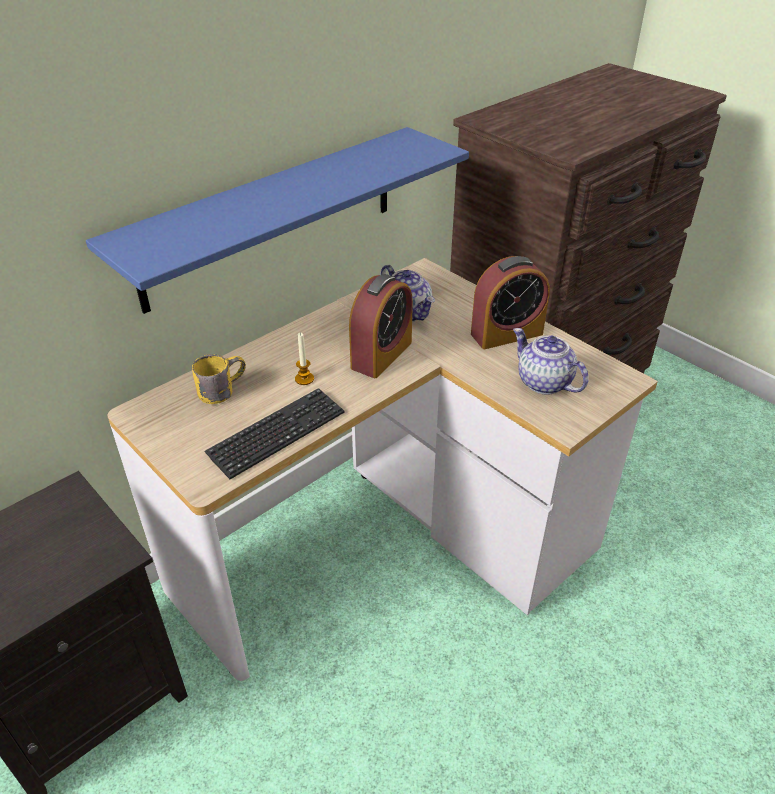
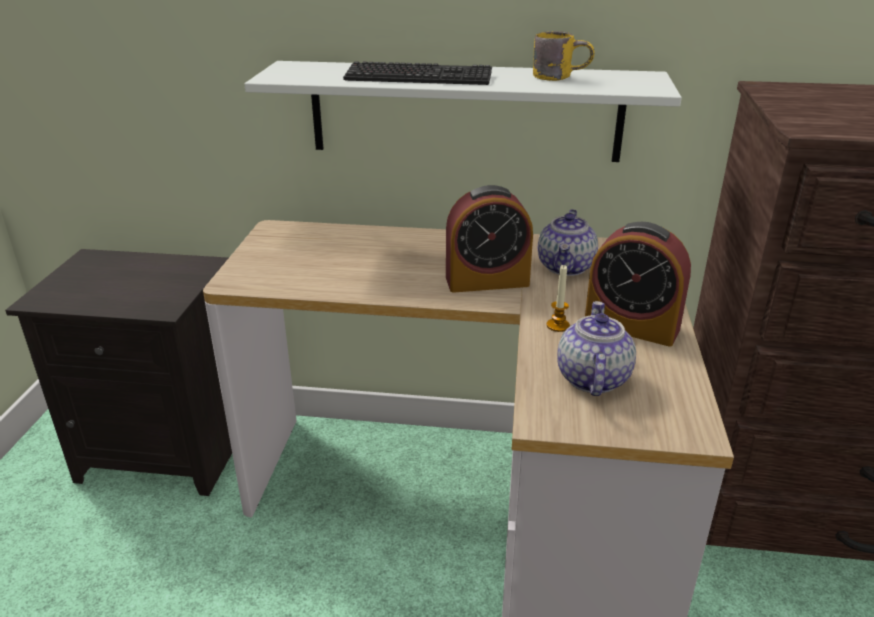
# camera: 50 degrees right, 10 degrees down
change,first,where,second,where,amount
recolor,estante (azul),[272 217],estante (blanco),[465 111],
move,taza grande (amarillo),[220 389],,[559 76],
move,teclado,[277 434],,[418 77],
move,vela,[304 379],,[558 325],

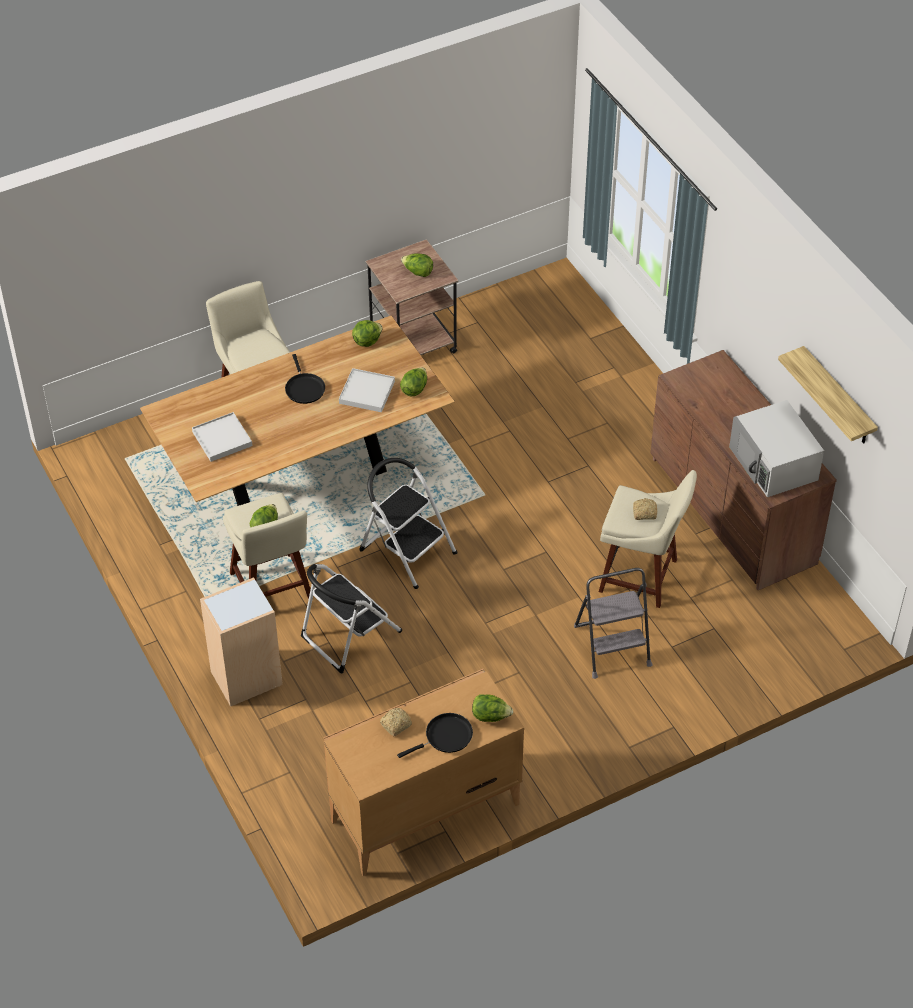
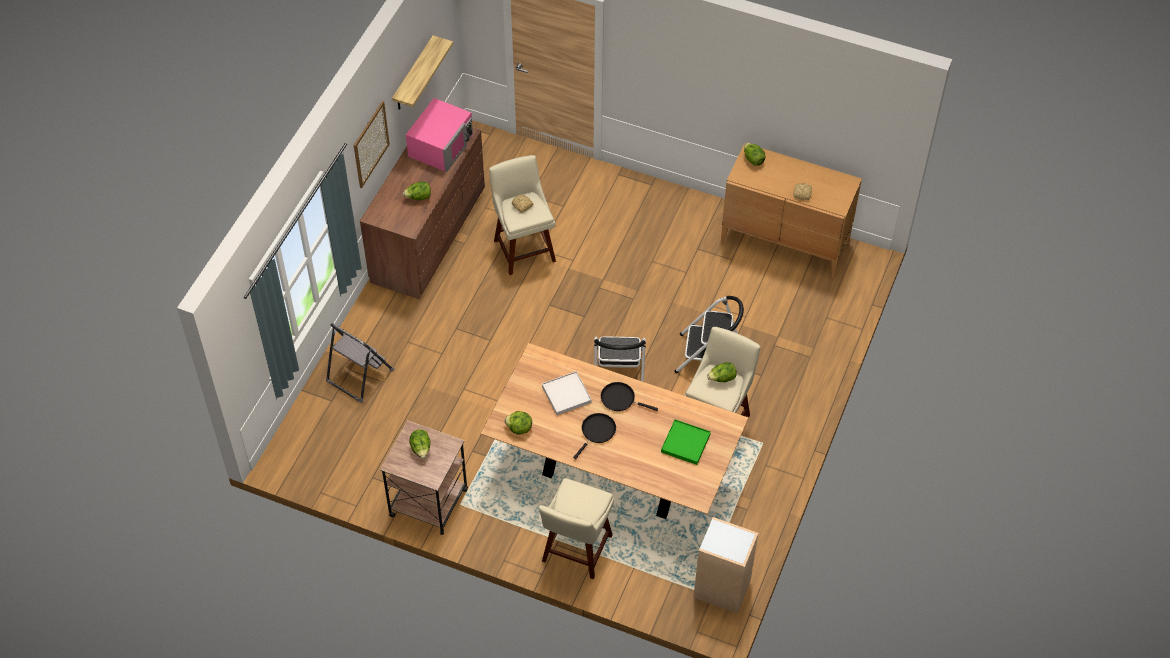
# camera: 130 degrees left, 5 degrees up
change,first,where,second,where,amount
recolor,bandeja (blanco),[222 439],bandeja (verde),[685 443],
move,estantería,[245 678],,[722 589],
move,sartén (negro),[445 737],,[620 399],
move,lechuga,[414 389],,[418 197],
move,escalera de tijera (gris),[611 642],,[358 376],
recolor,microondas (blanco),[774 463],microondas (rosa),[441 145],
insert,,,cuadro,[370 143],

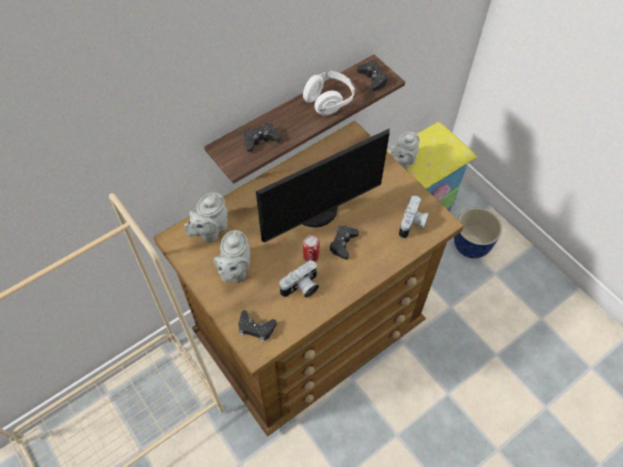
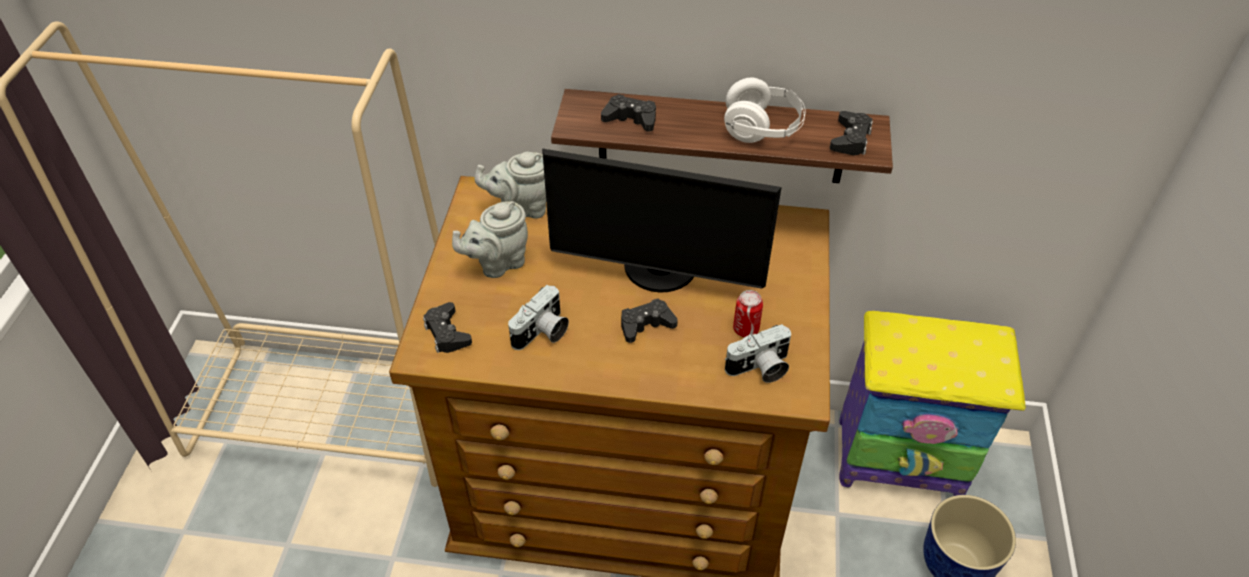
# camera: 45 degrees right, 10 degrees down
change,first,where,second,where,amount
rotate,cámara,[301 288],,[542 333],60 degrees counterclockwise
move,lata,[311 256],,[745 329],
delete,tetera (gris),[401 163],,,

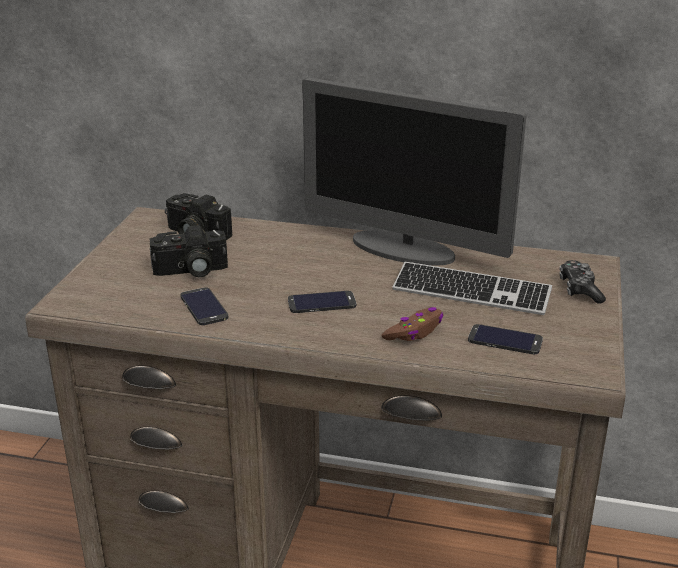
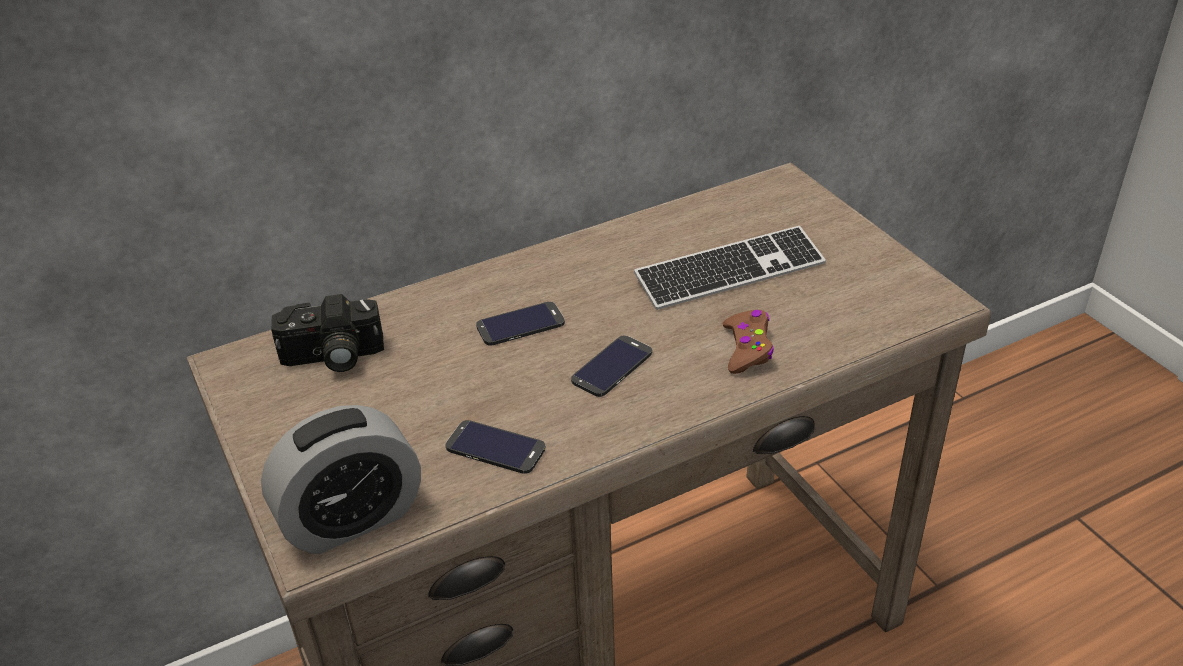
# camera: 40 degrees left, 10 degrees up
change,first,where,second,where,amount
delete,cámara,[190 271],,,
delete,monitor,[403 249],,,
move,móvil,[505 340],,[520 324],
delete,mando de consola,[579 290],,,
insert,,,despertador,[351 519],

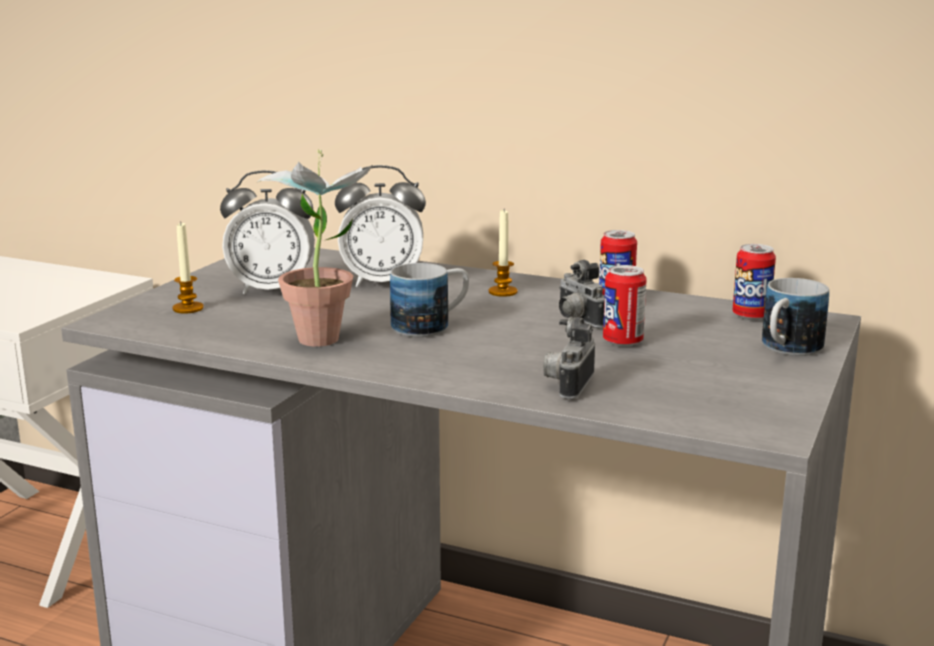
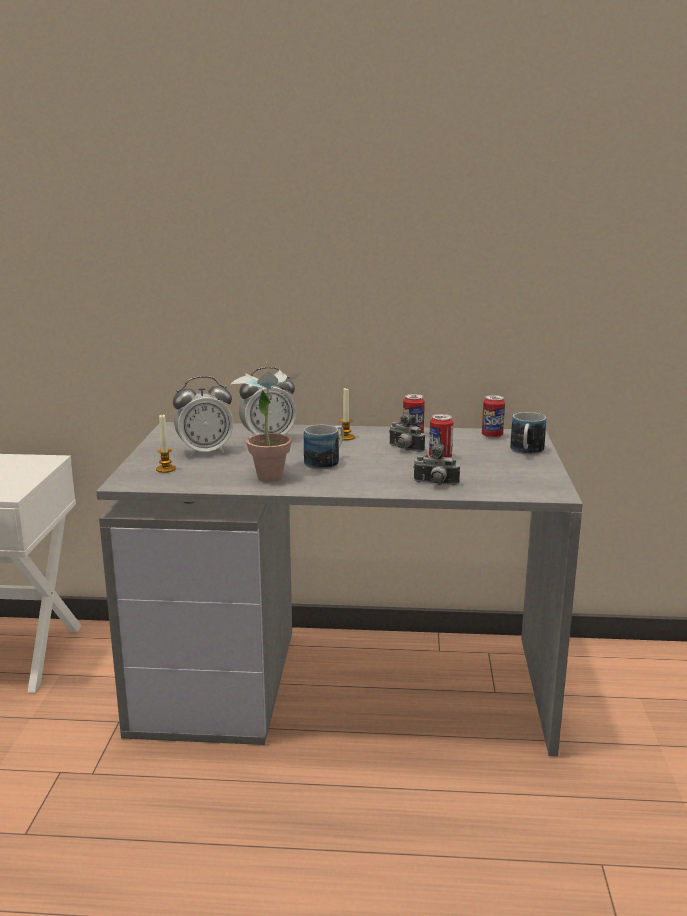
# camera: 20 degrees left, 0 degrees up
change,first,where,second,where,amount
rotate,cámara,[568 385],,[435 484],75 degrees counterclockwise

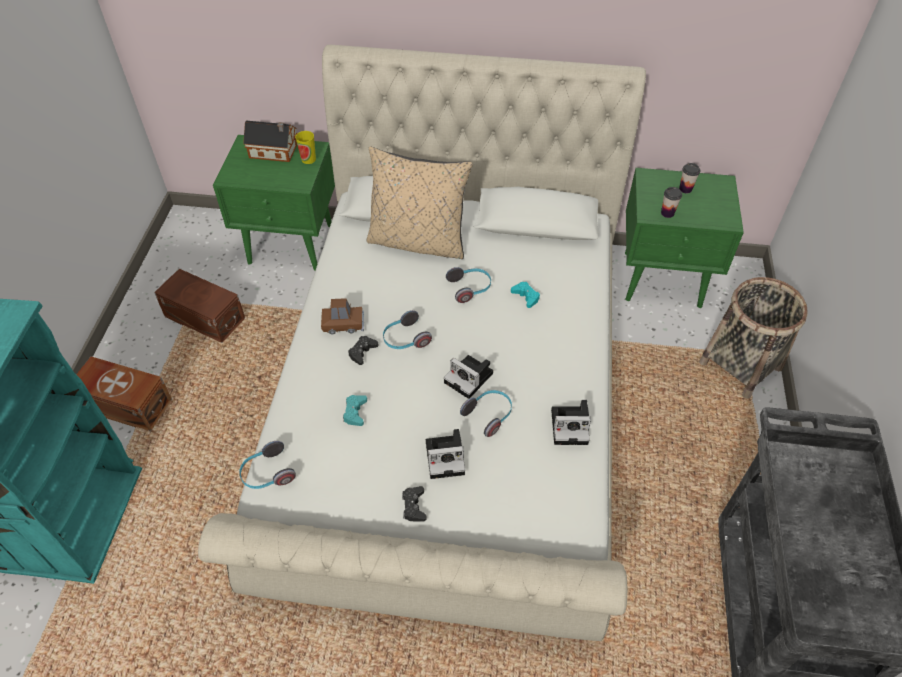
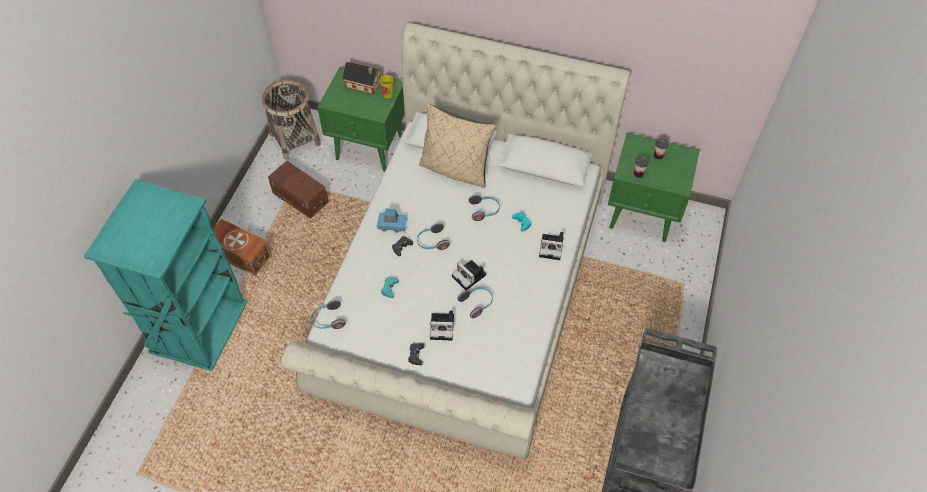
# camera: 10 degrees right, 5 degrees up
change,first,where,second,where,amount
recolor,coche de juguete (marrón),[343 324],coche de juguete (azul),[392 225],
move,cámara,[571 426],,[552 247],
move,cesta,[740 365],,[295 139],

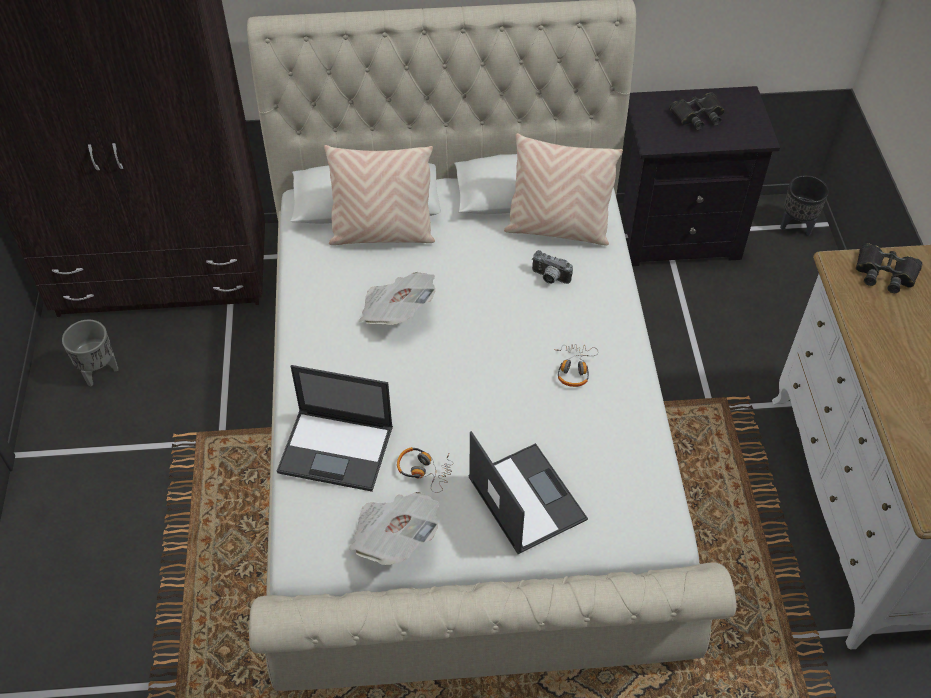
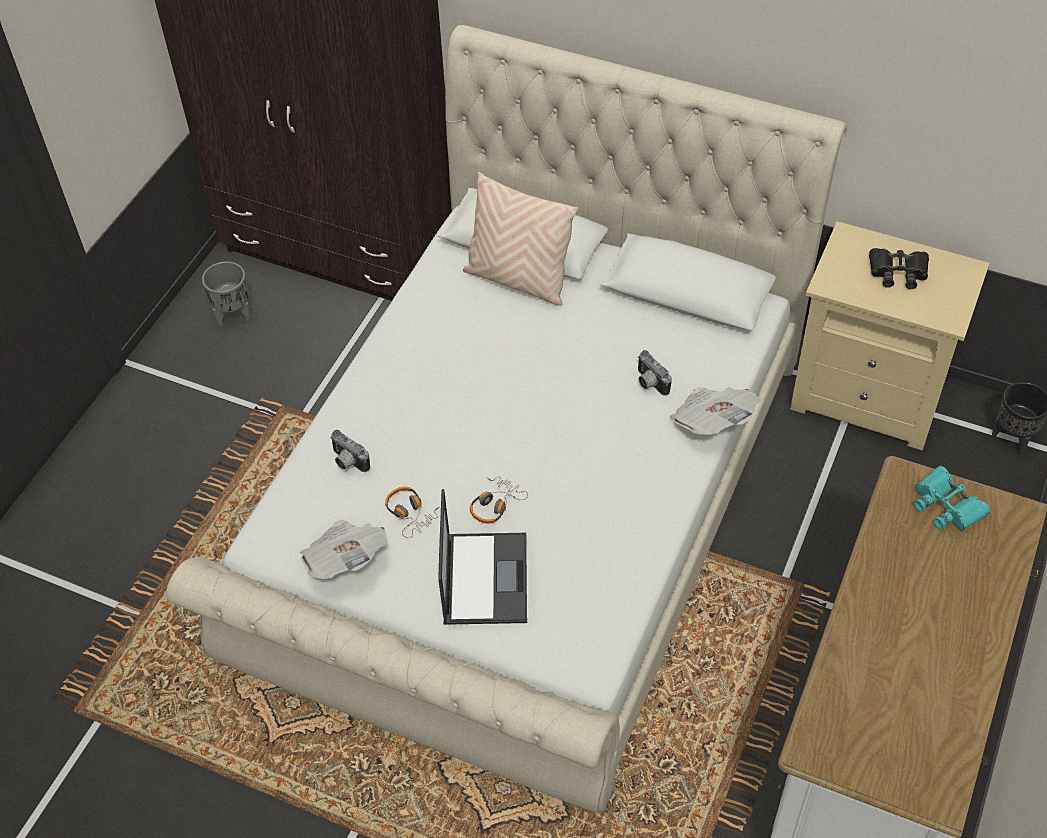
# camera: 30 degrees right, 0 degrees up
change,first,where,second,where,amount
replace,portátil,[337 449],cámara,[347 462],
move,periódico,[397 312],,[712 422],
delete,cojín (beis),[557 229],,,
move,auriculares,[574 368],,[495 504],
recolor,mesita de noche (negro),[677 234],mesita de noche (beis),[869 397],
recolor,prismáticos (negro),[885 273],prismáticos (turquesa),[946 505],

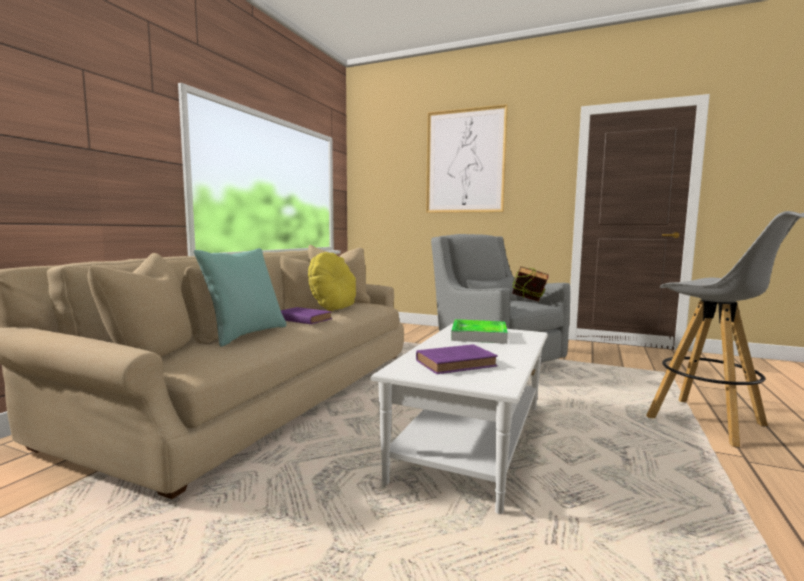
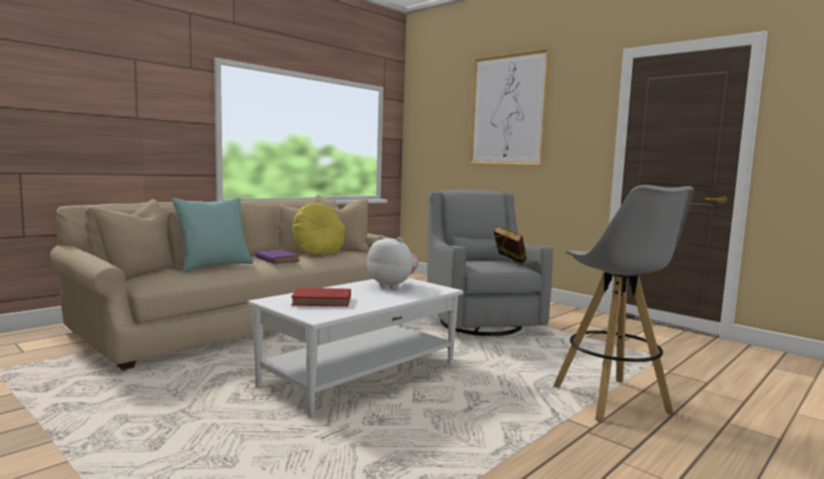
# camera: 20 degrees right, 0 degrees up
change,first,where,second,where,amount
recolor,libro (morado),[457 363],libro (rojo),[323 301],
replace,bandeja,[479 335],peluche,[393 286],

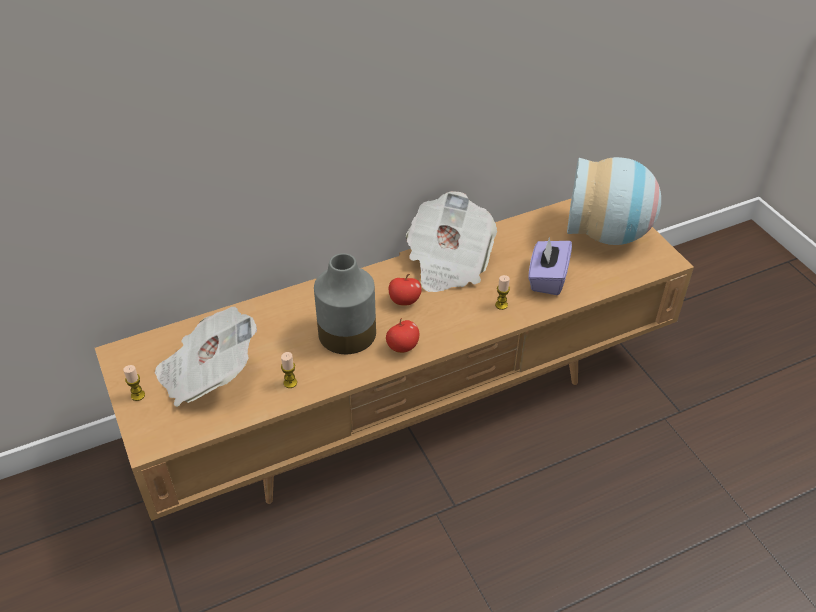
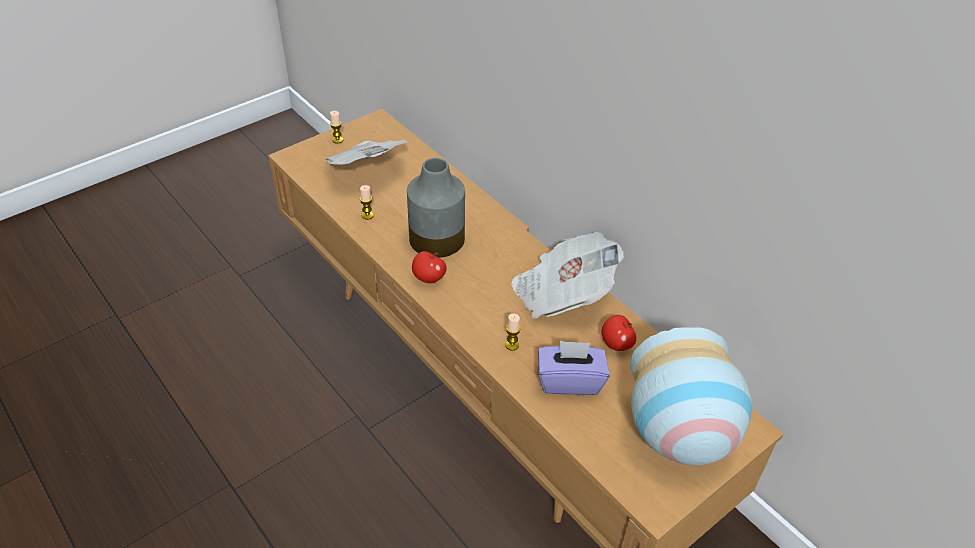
# camera: 75 degrees right, 0 degrees up
change,first,where,second,where,amount
move,manzana,[404 301],,[616 344],

